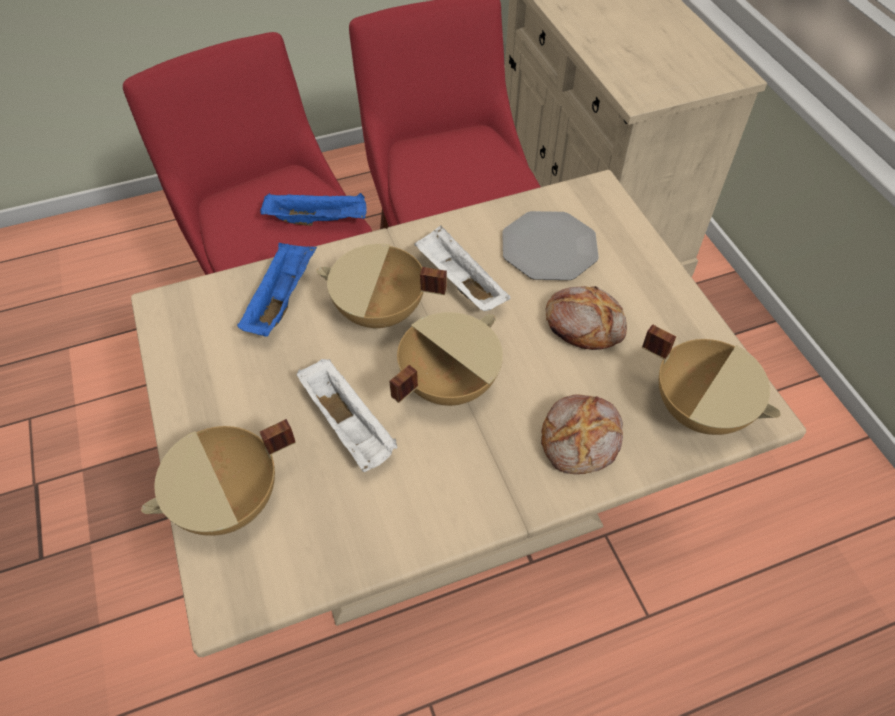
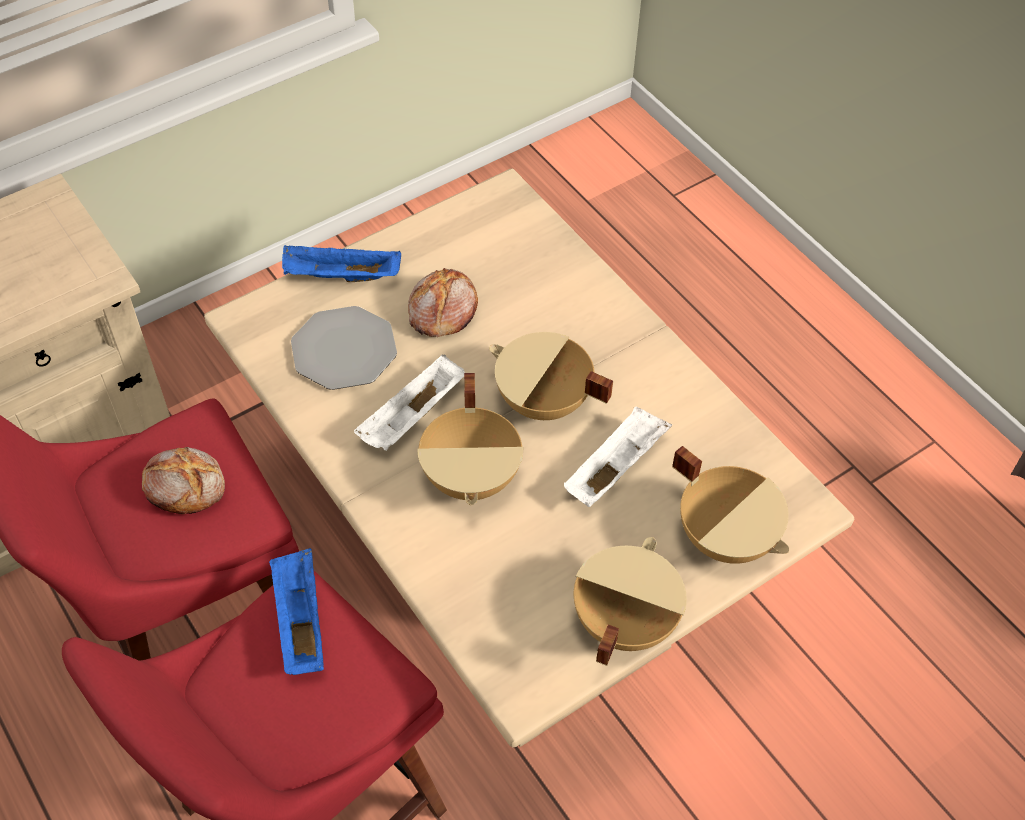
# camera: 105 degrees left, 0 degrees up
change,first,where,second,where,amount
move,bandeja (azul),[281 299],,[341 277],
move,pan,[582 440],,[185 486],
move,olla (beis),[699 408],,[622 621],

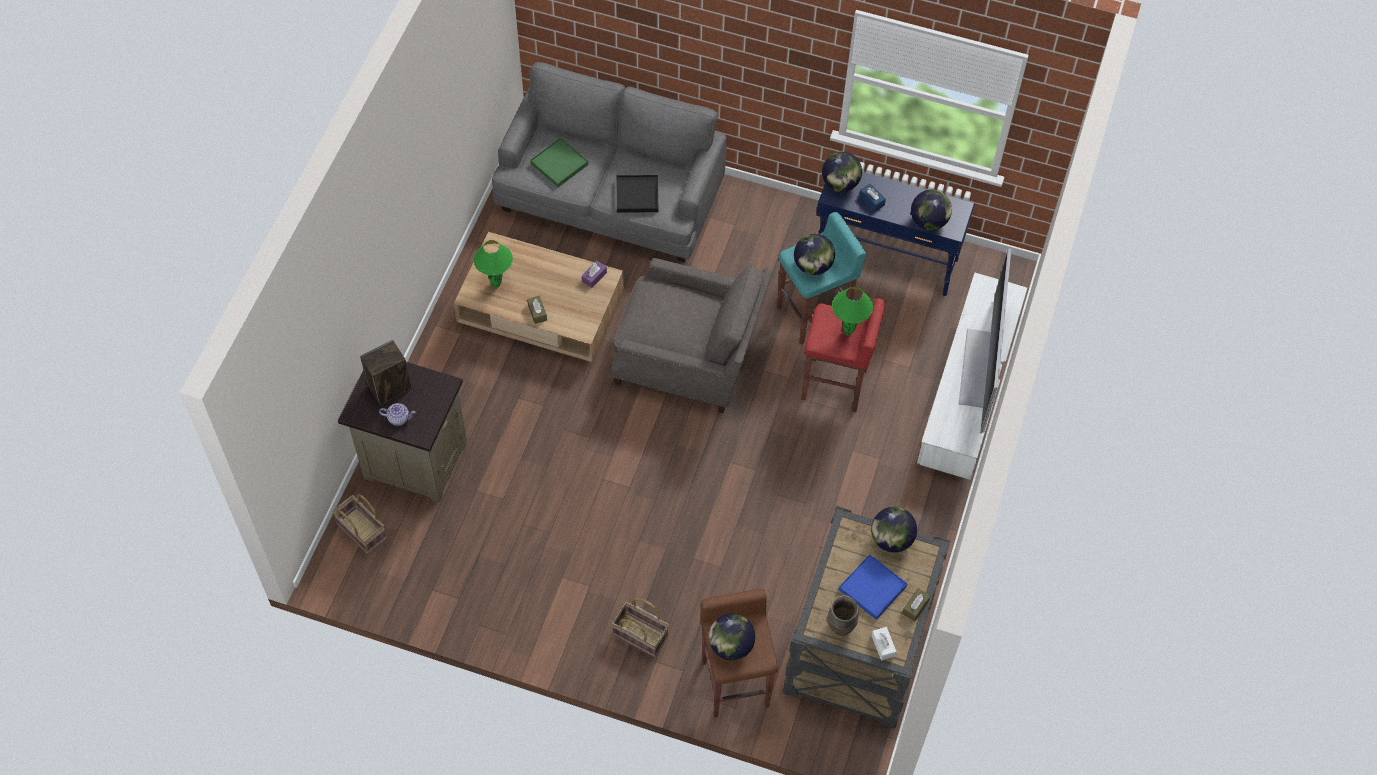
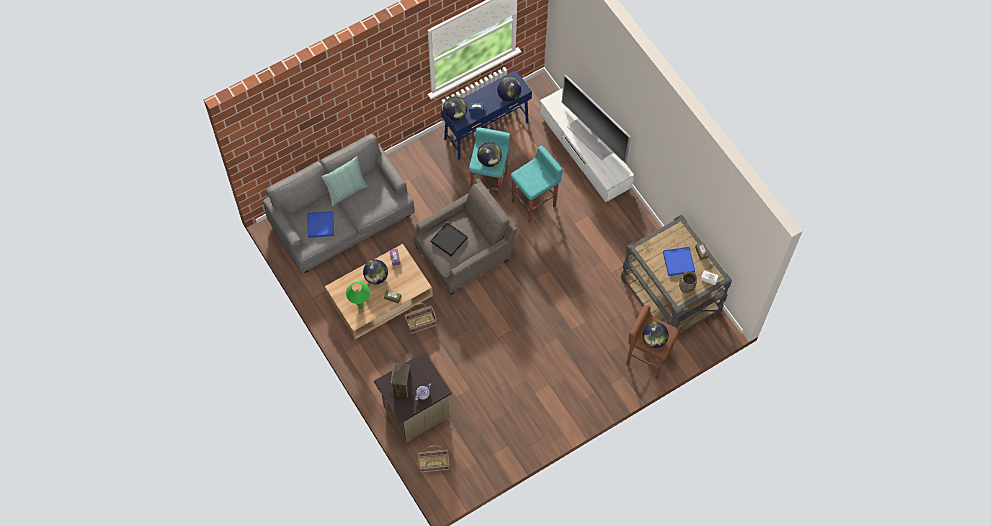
# camera: 50 degrees left, 5 degrees up
change,first,where,second,where,amount
recolor,bandeja (verde),[559 164],bandeja (azul),[320 225],
move,cesta,[641 635],,[421 323],
move,bandeja (negro),[637 195],,[449 240],
recolor,taburete (rojo),[835 386],taburete (turquesa),[534 204],
delete,lámpara de mesa (verde),[848 332],,,
move,globo terráqueo,[891 539],,[376 277],
insert,,,cojín,[346 190],

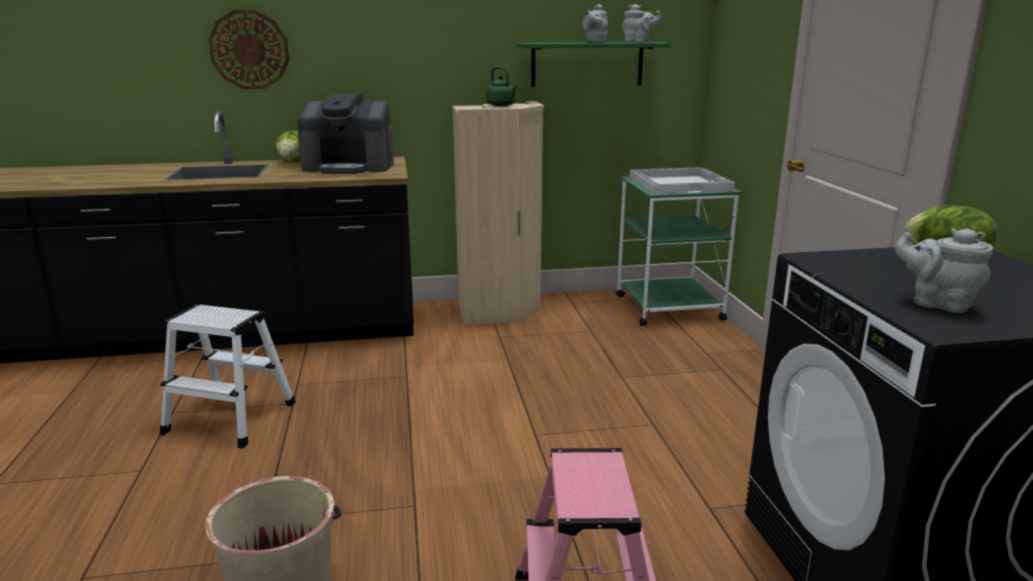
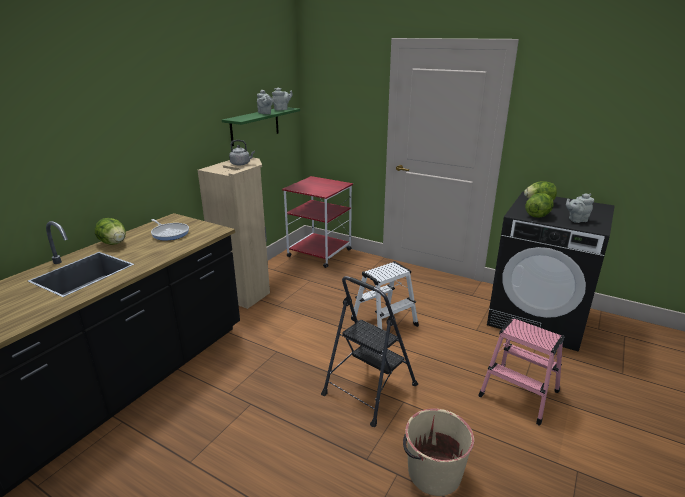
# camera: 50 degrees left, 5 degrees up
change,first,where,second,where,amount
move,escalera de tijera (blanco),[231 417],,[384 322],
delete,reloj de pared,[249 50],,,
replace,cafetera,[349 167],sartén,[169 233],
recolor,hervidor (verde),[502 105],hervidor (gris),[241 164],
recolor,carrito (verde),[669 309],carrito (rojo),[320 253],
delete,bandeja (blanco),[679 183],,,
insert,,,escalera de tijera (negro),[368 390],
insert,,,lechuga,[538 215],

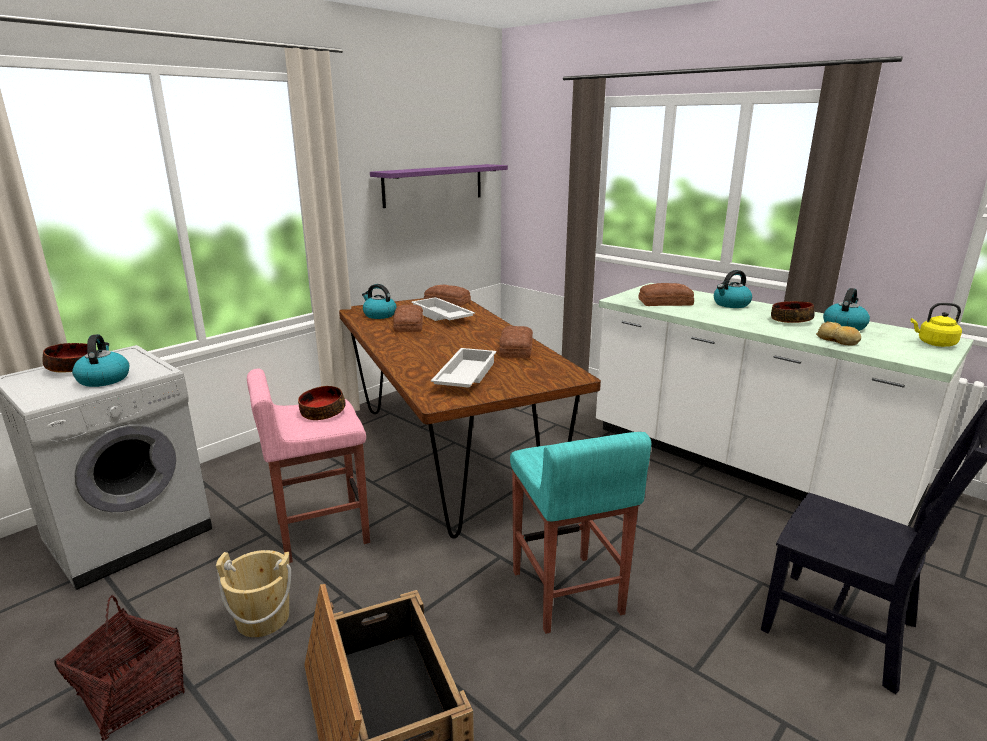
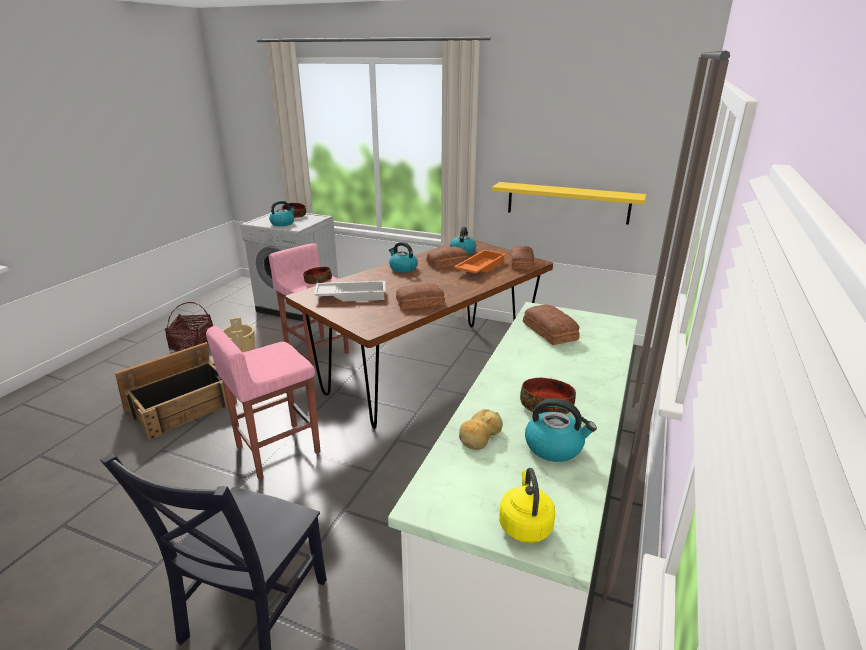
# camera: 70 degrees right, 5 degrees up
change,first,where,second,where,amount
delete,estante (morado),[434 185],,,
recolor,bandeja (blanco),[441 316],bandeja (naranja),[479 267],
recolor,taburete (turquesa),[567 593],taburete (rosa),[276 450],
move,hervidor,[731 304],,[403 268],
insert,,,estante (amarillo),[567 203],

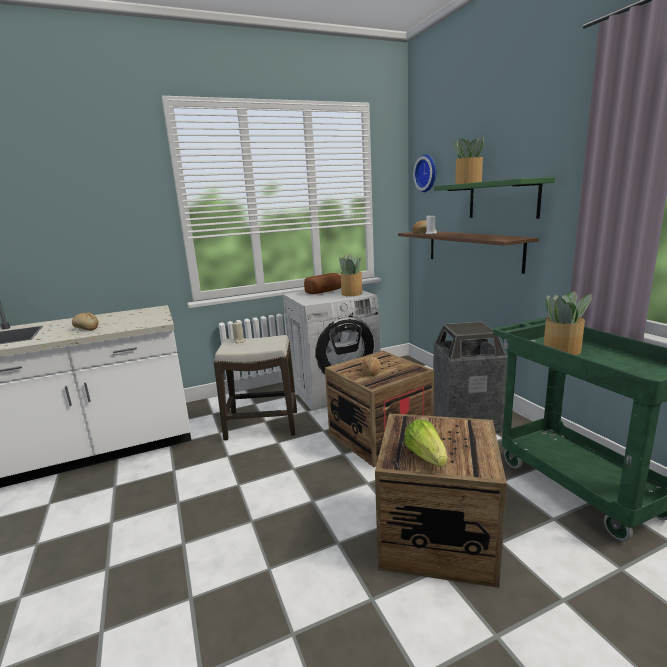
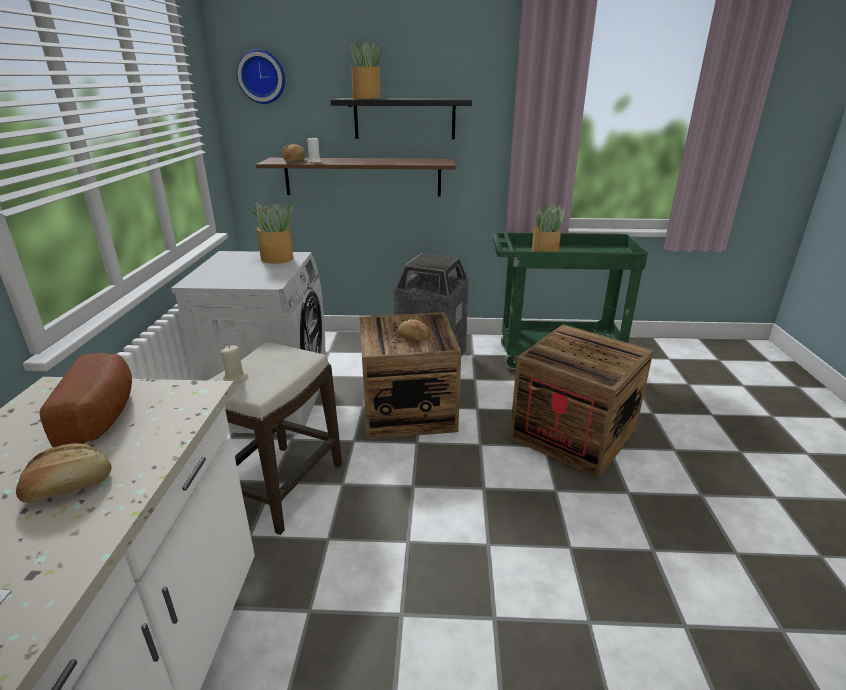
# camera: 65 degrees left, 10 degrees up
change,first,where,second,where,amount
move,pan,[325 291],,[103 415],
delete,lechuga,[426 457],,,
recolor,estante (verde),[502 199],estante (negro),[404 118],

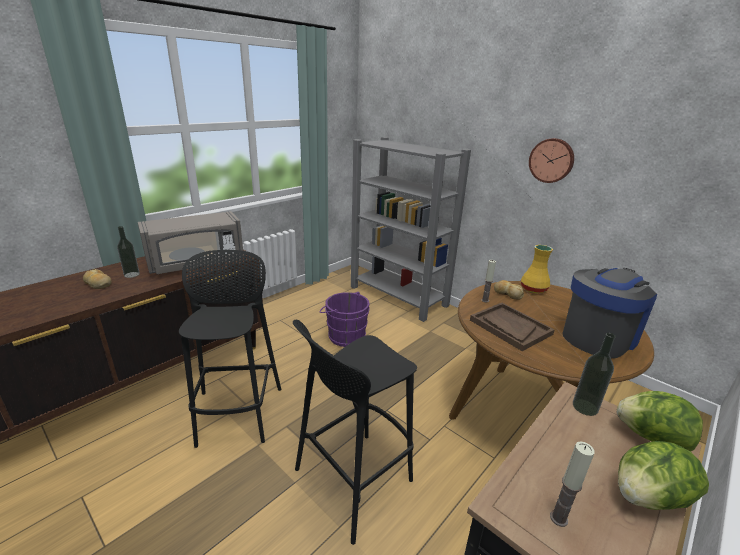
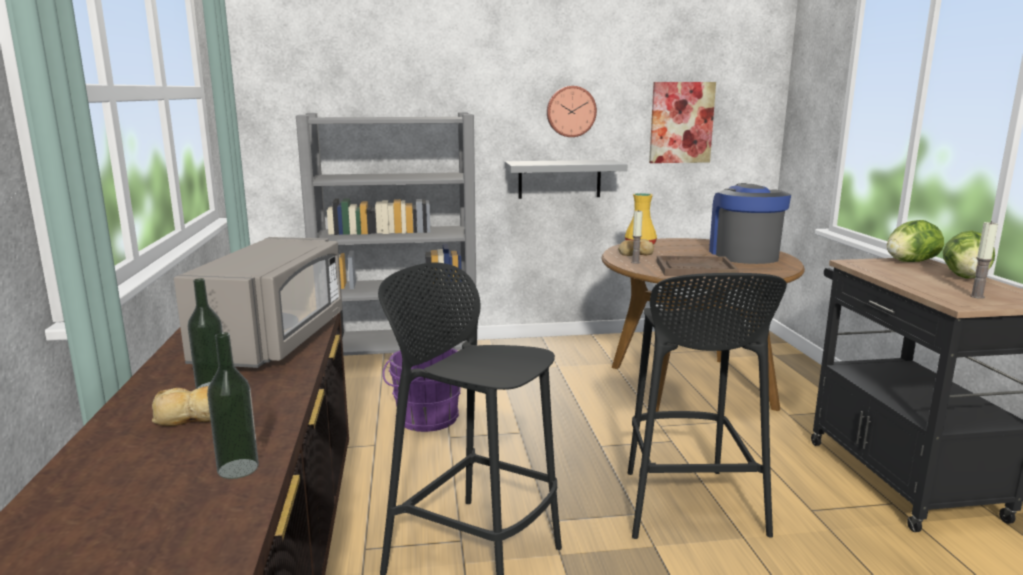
# camera: 50 degrees left, 10 degrees down
change,first,where,second,where,amount
move,botella,[585 407],,[238 468],
insert,,,estante (gris),[559 179],
insert,,,cuadro,[681 122],

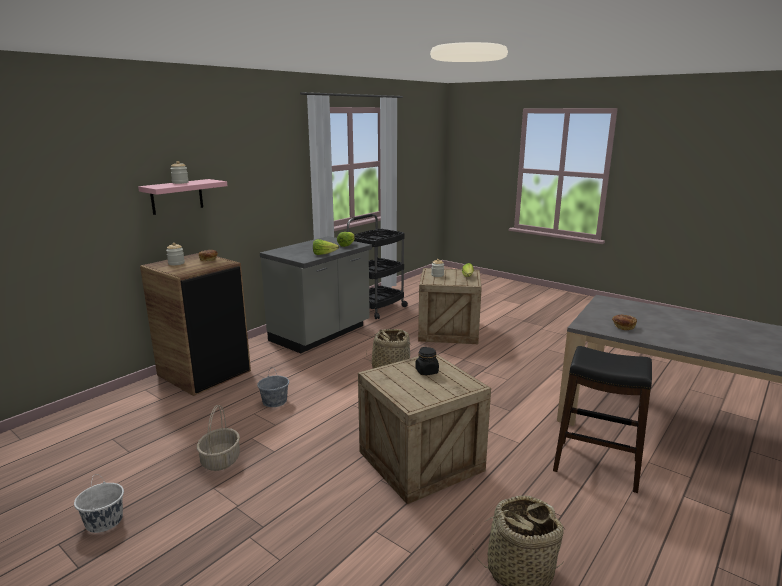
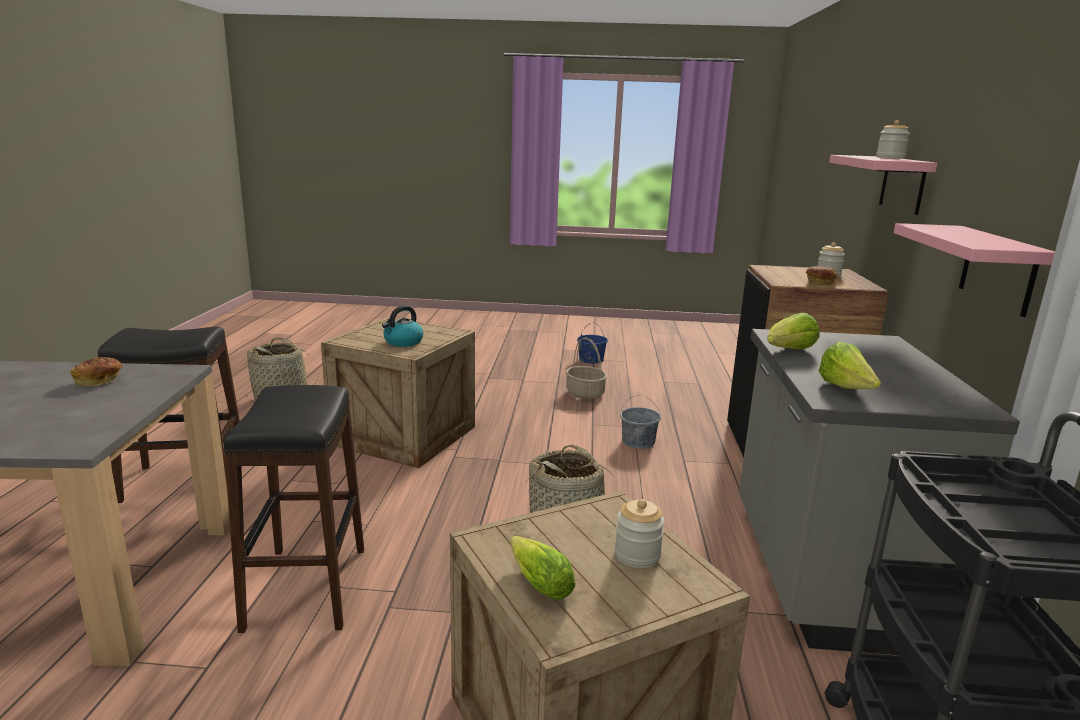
# camera: 145 degrees right, 0 degrees up
change,first,where,second,where,amount
recolor,cubo (blanco),[104 521],cubo (azul),[591 360],
replace,tarro (negro),[427 371],hervidor,[403 342],
insert,,,taburete (negro),[307 588],
insert,,,estante (rosa),[998 270],

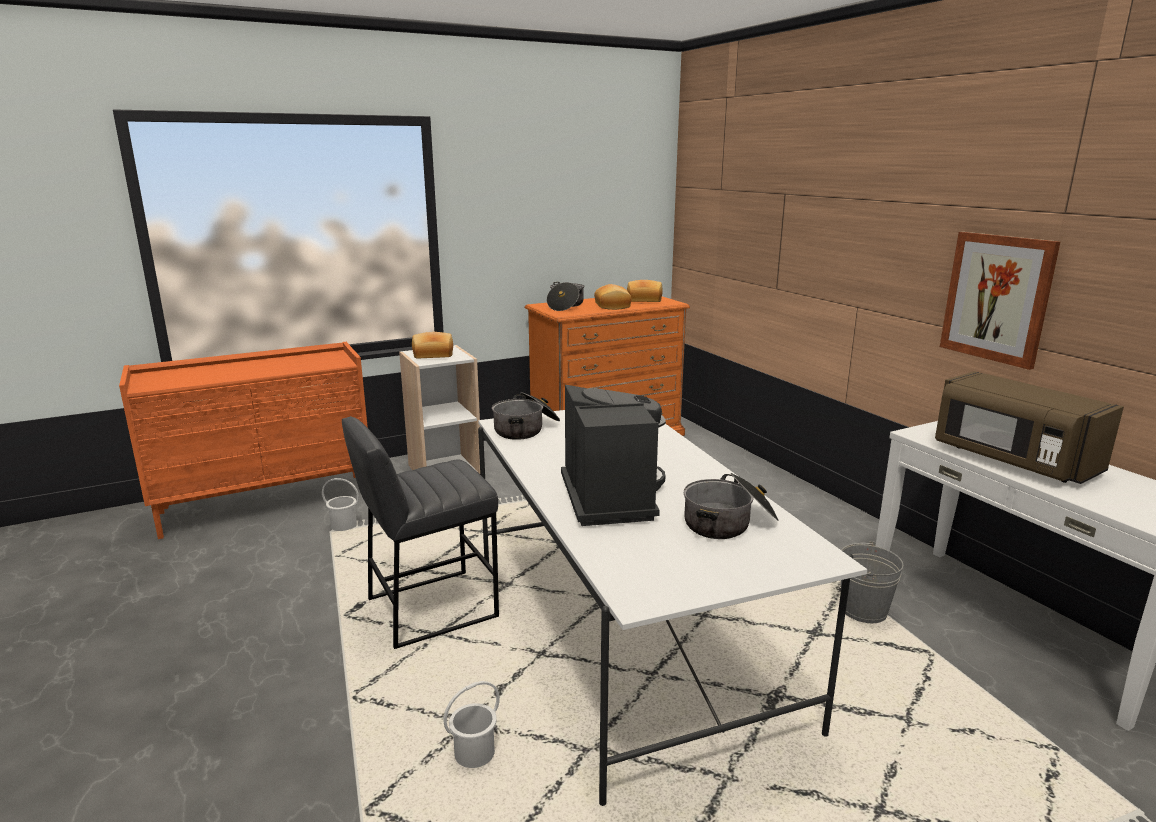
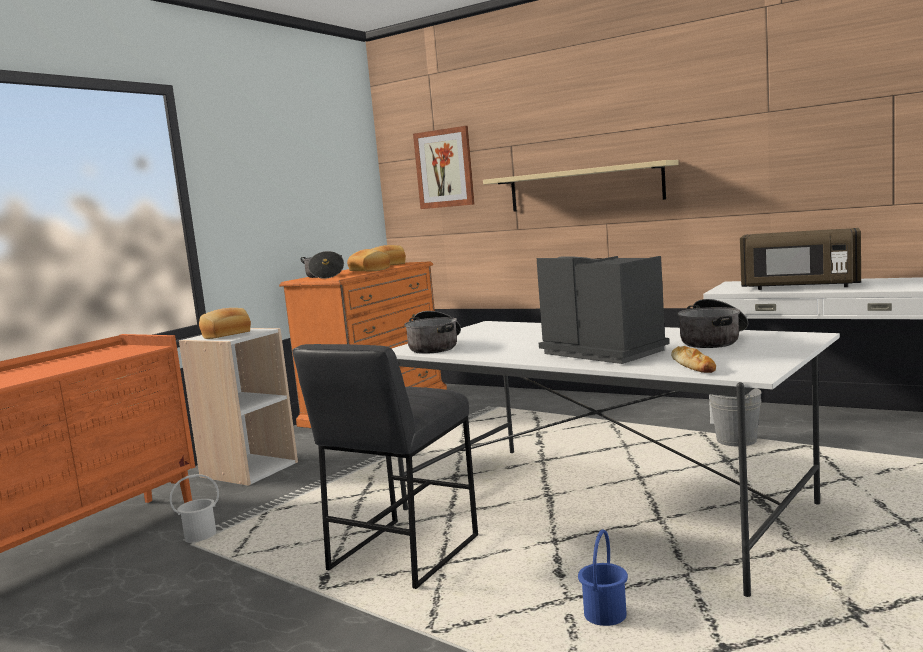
# camera: 30 degrees left, 10 degrees down
change,first,where,second,where,amount
recolor,cubo (blanco),[475 754],cubo (azul),[606 616],
move,cuadro,[997 298],,[444 168],
insert,,,estante (beis),[584 187],
insert,,,pan,[692 365],

